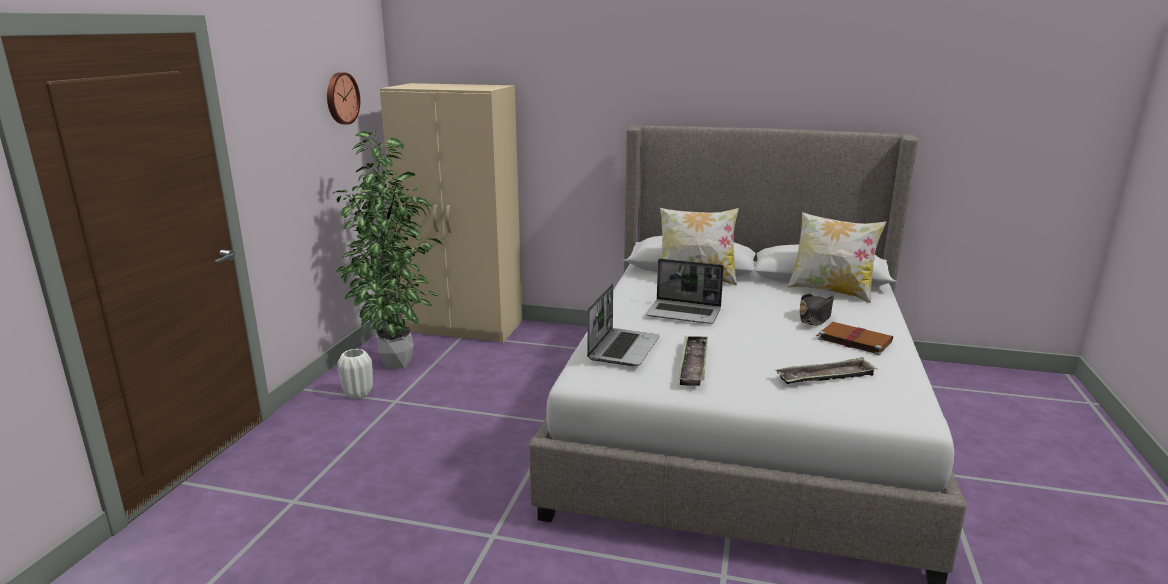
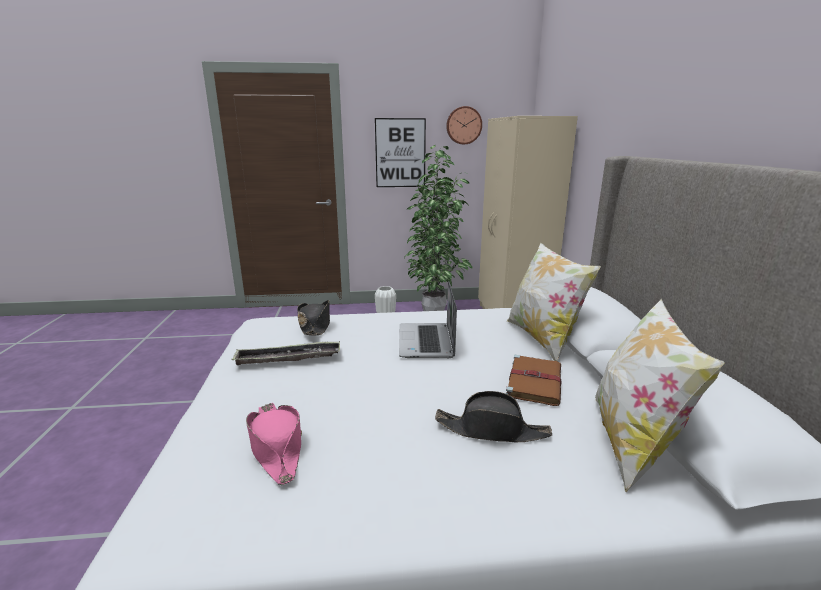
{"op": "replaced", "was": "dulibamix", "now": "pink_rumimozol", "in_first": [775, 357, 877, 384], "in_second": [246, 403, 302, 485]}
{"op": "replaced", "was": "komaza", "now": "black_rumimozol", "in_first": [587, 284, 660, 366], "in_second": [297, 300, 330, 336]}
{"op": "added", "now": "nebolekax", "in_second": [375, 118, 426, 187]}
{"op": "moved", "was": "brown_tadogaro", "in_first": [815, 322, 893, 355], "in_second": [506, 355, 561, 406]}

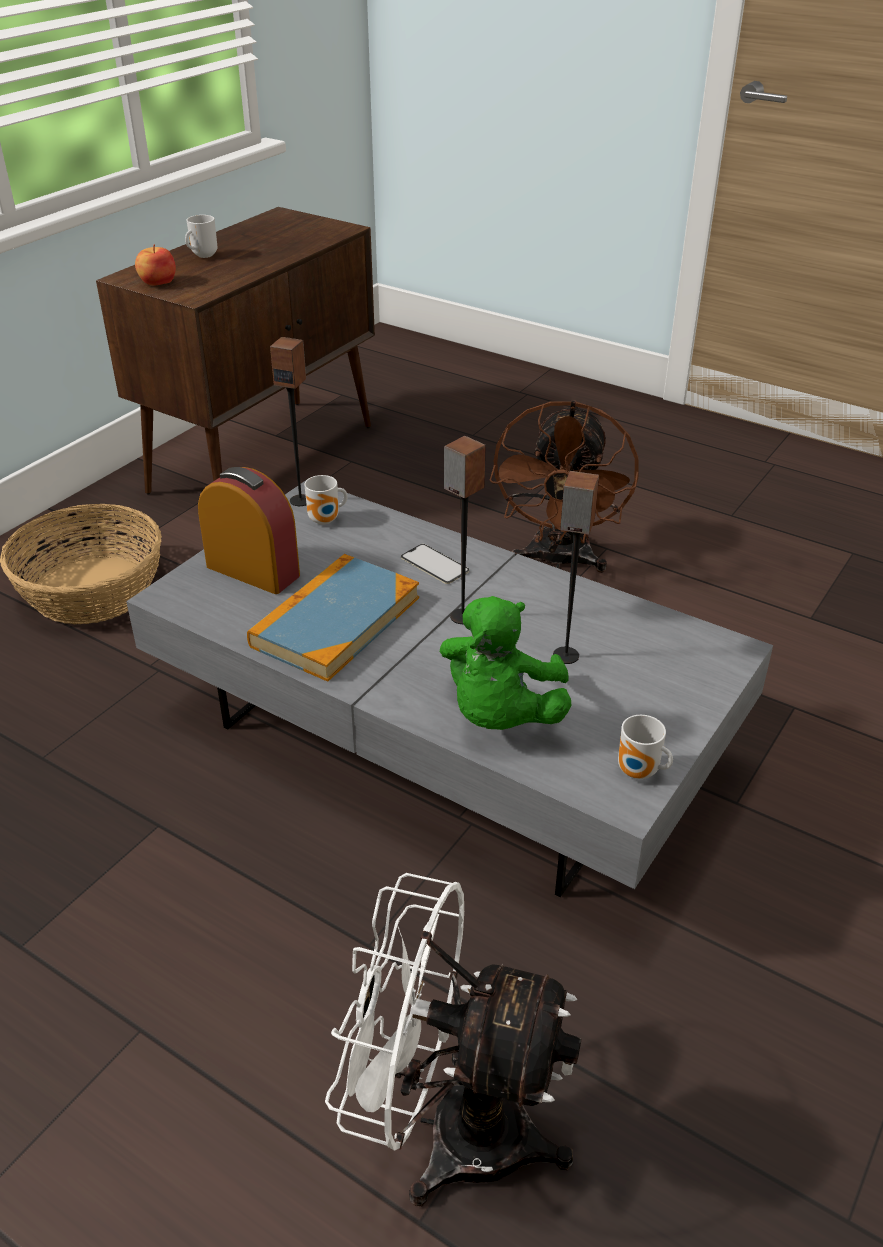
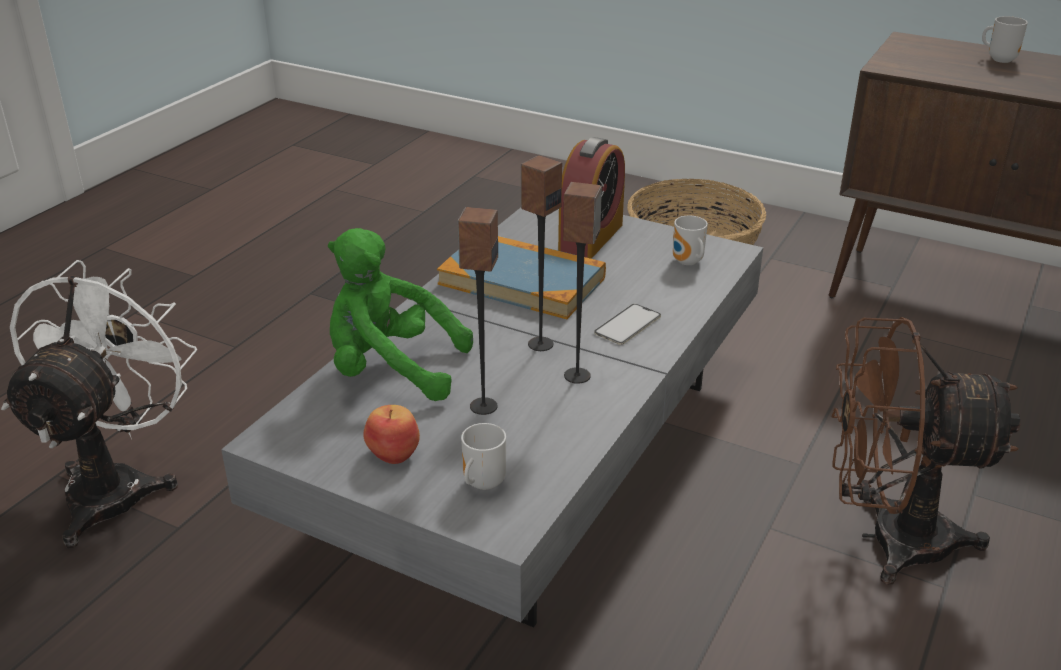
{"op": "moved", "was": "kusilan", "in_first": [135, 244, 176, 285], "in_second": [363, 405, 420, 464]}
{"op": "moved", "was": "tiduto", "in_first": [618, 715, 673, 779], "in_second": [461, 423, 506, 490]}
{"op": "moved", "was": "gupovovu", "in_first": [270, 337, 307, 506], "in_second": [563, 182, 602, 384]}

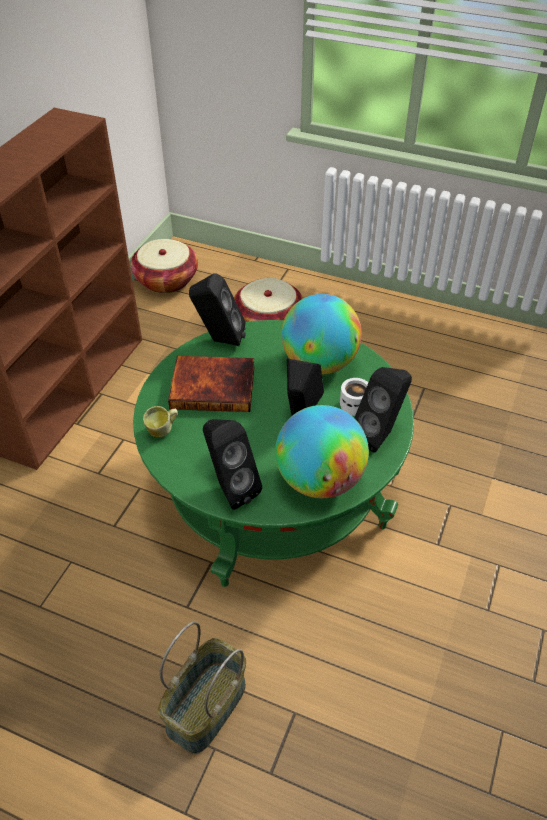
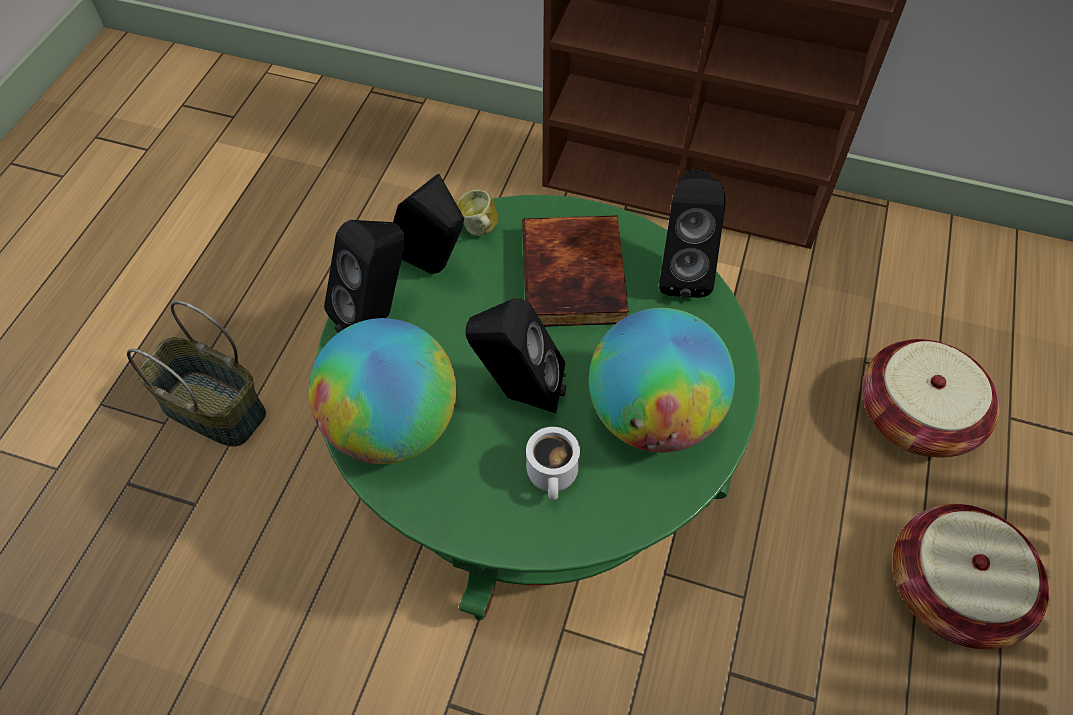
{"op": "moved", "was": "black_gupovovu", "in_first": [354, 367, 412, 453], "in_second": [393, 174, 464, 274]}
{"op": "moved", "was": "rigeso", "in_first": [130, 239, 198, 293], "in_second": [893, 504, 1049, 649]}

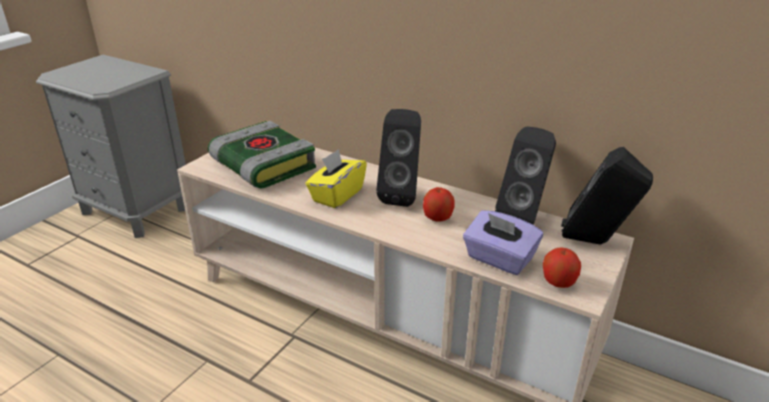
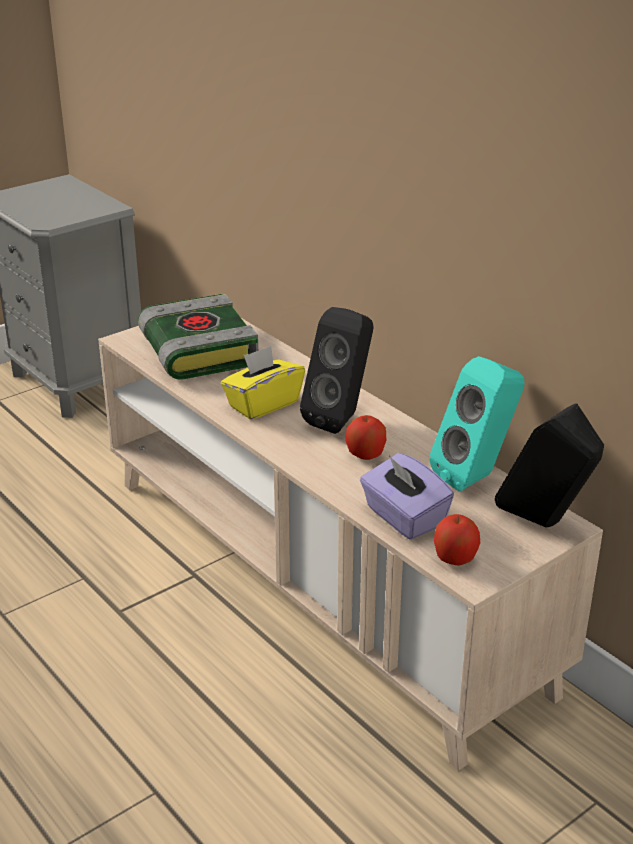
{"op": "recoloured", "was": "black_gupovovu", "now": "turquoise_gupovovu", "in_first": [495, 126, 556, 225], "in_second": [429, 356, 525, 492]}

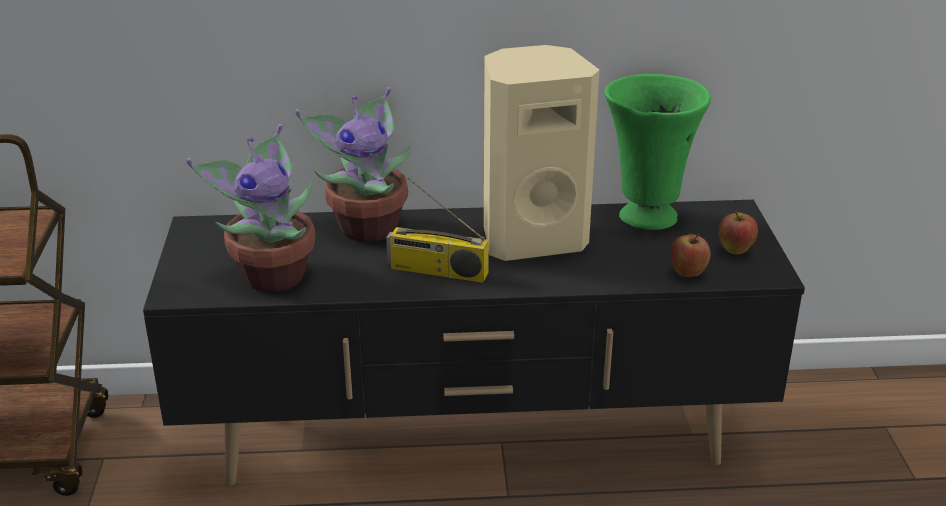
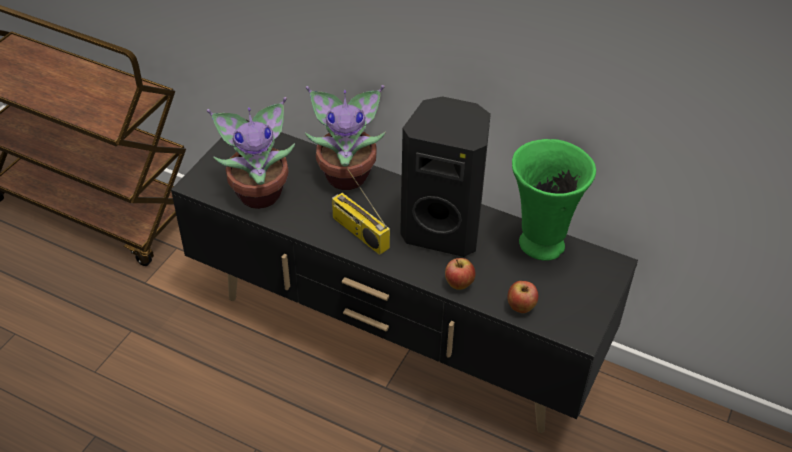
{"op": "recoloured", "was": "beige_gupovovu", "now": "black_gupovovu", "in_first": [484, 45, 600, 261], "in_second": [400, 96, 491, 257]}
{"op": "moved", "was": "kusilan", "in_first": [719, 211, 758, 255], "in_second": [445, 258, 476, 290]}

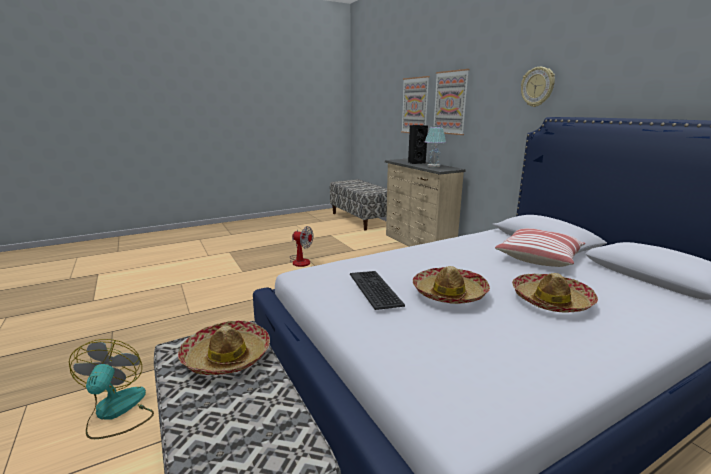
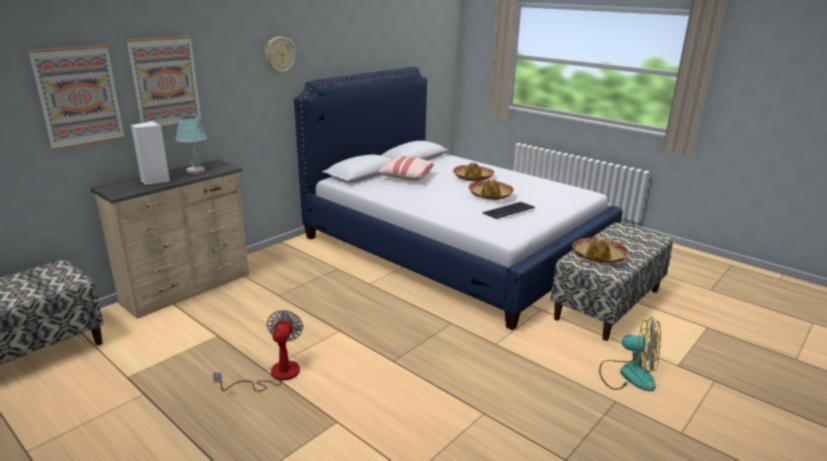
{"op": "recoloured", "was": "black_gupovovu", "now": "white_gupovovu", "in_first": [408, 125, 428, 164], "in_second": [131, 121, 170, 185]}
{"op": "turned", "was": "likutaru", "in_first": [69, 339, 154, 439], "in_second": [599, 317, 661, 391], "clockwise": -120}

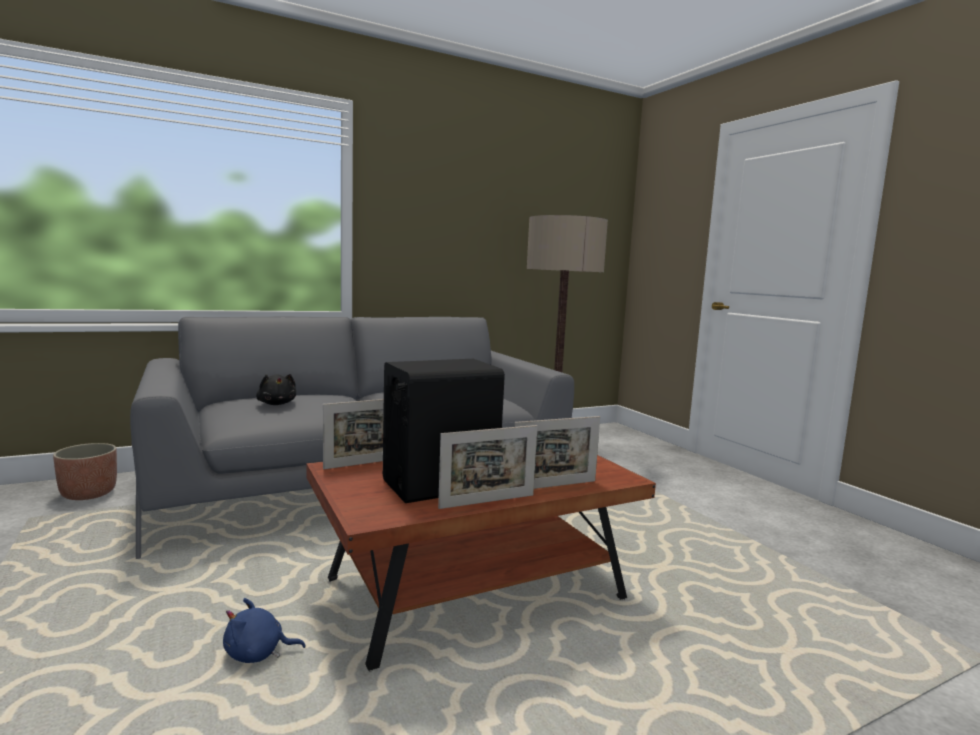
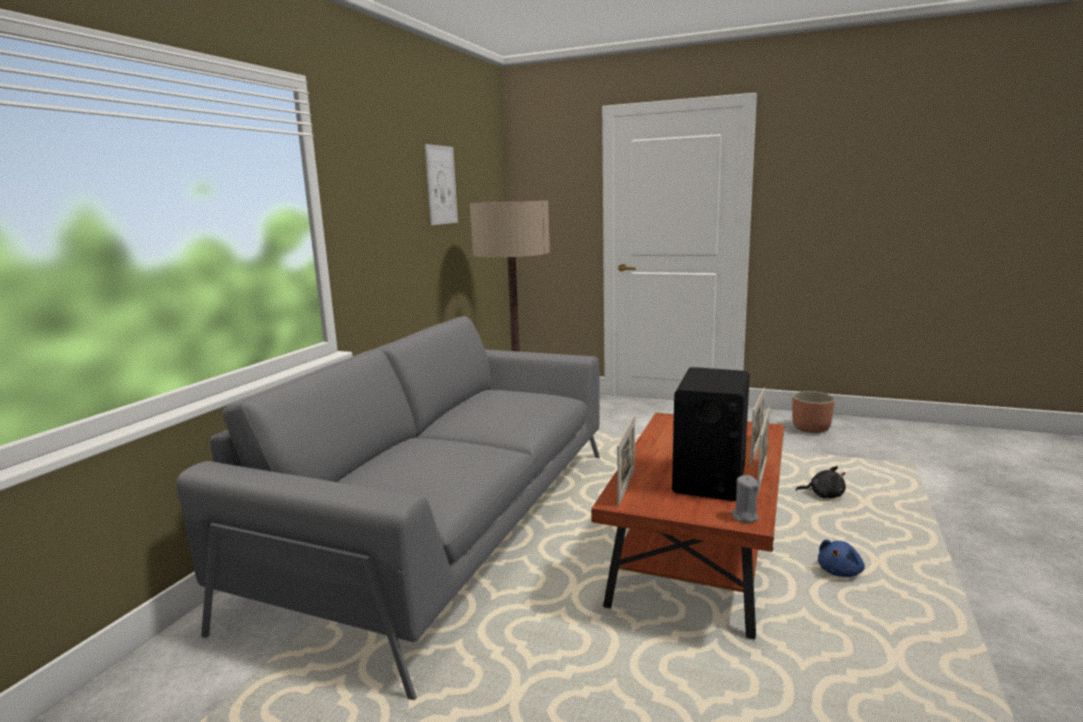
{"op": "added", "now": "nebolekax", "in_second": [425, 144, 458, 225]}
{"op": "added", "now": "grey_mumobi", "in_second": [731, 475, 759, 523]}
{"op": "moved", "was": "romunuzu", "in_first": [53, 443, 117, 500], "in_second": [792, 391, 835, 433]}
{"op": "moved", "was": "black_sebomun", "in_first": [256, 374, 296, 405], "in_second": [796, 466, 846, 498]}
{"op": "moved", "was": "blue_sebomun", "in_first": [223, 598, 306, 663], "in_second": [818, 539, 865, 577]}

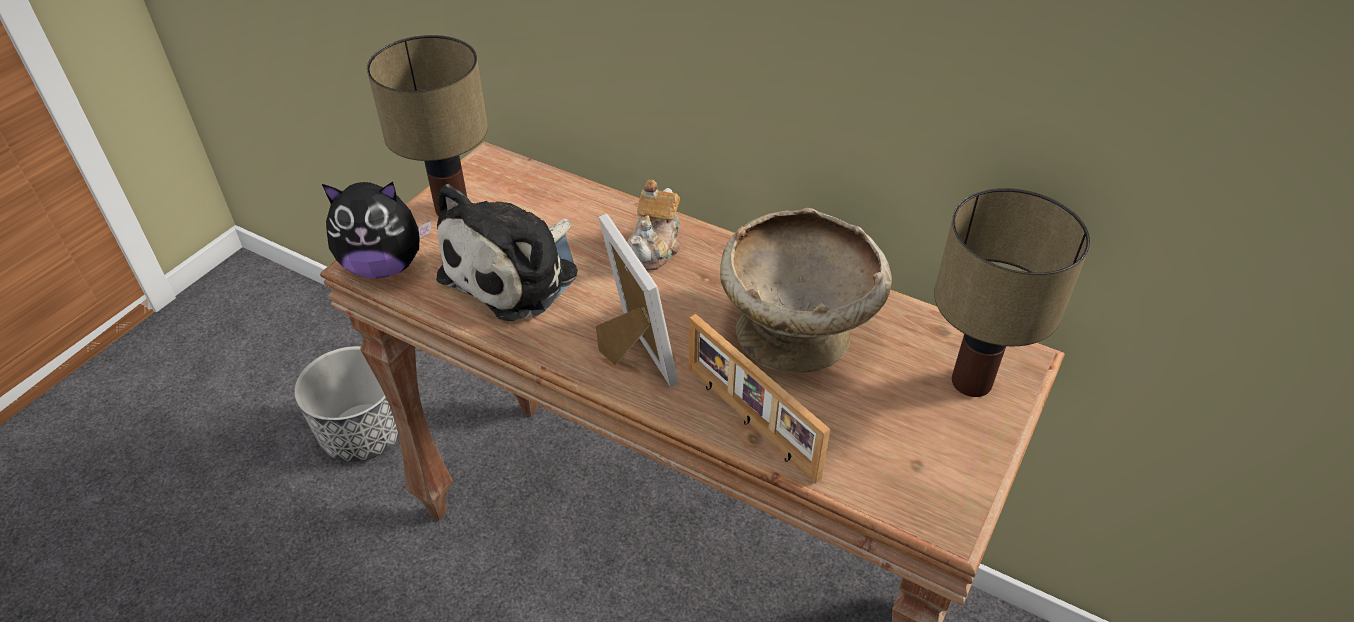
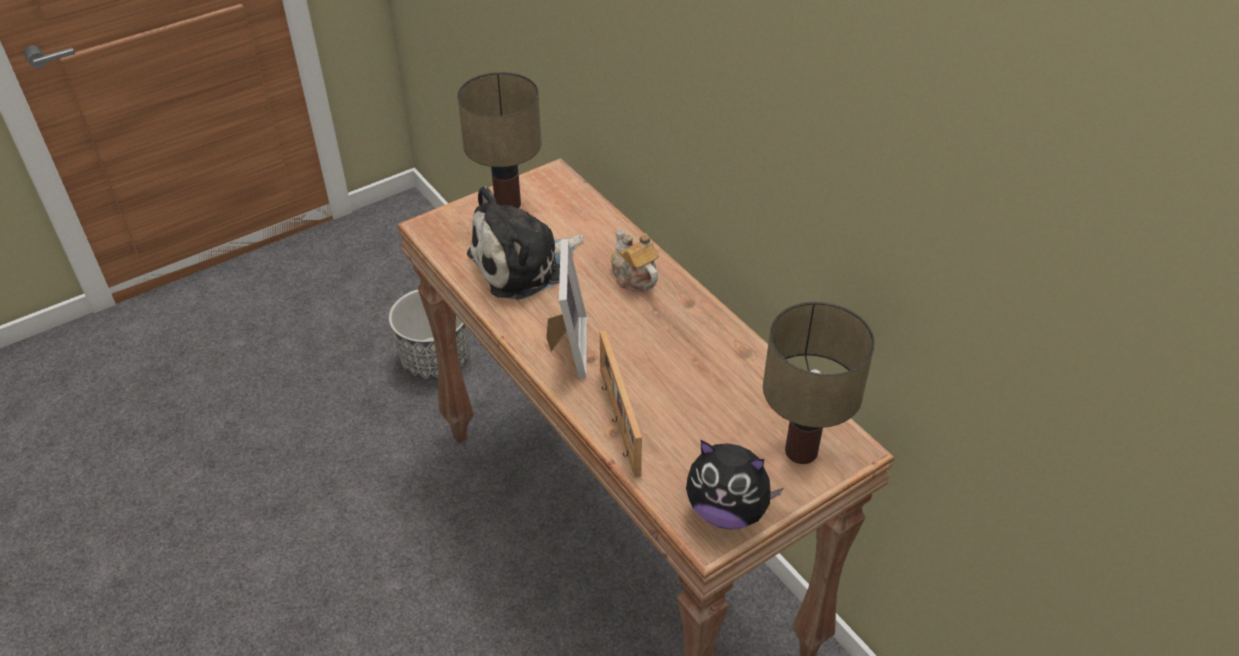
{"op": "turned", "was": "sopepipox", "in_first": [627, 180, 682, 271], "in_second": [611, 229, 659, 292], "clockwise": 105}
{"op": "moved", "was": "sebomun", "in_first": [322, 182, 431, 279], "in_second": [686, 440, 783, 530]}
{"op": "removed", "was": "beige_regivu", "in_first": [720, 208, 892, 373]}

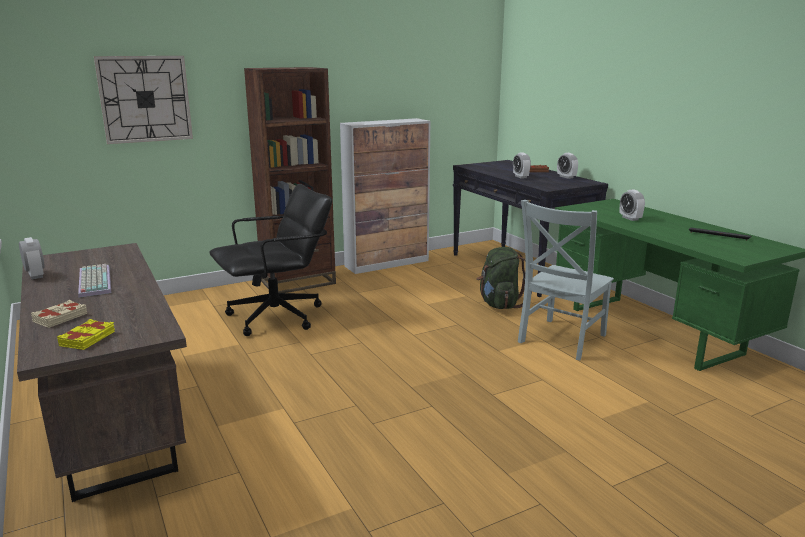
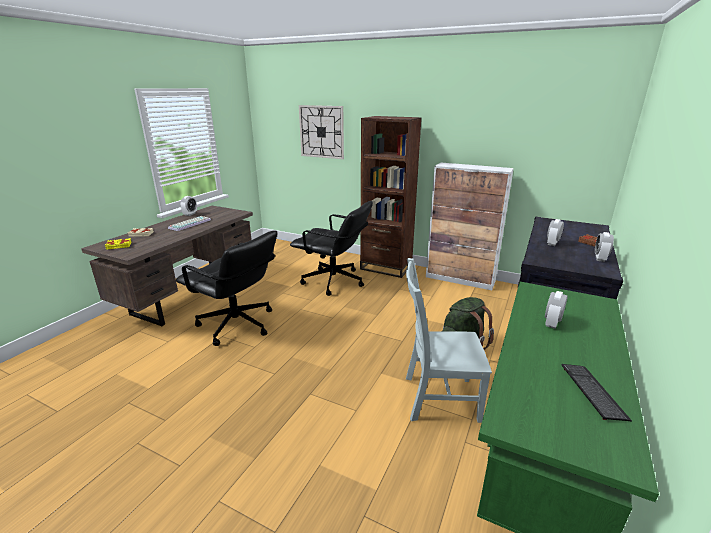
{"op": "added", "now": "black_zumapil", "in_second": [176, 230, 277, 346]}

